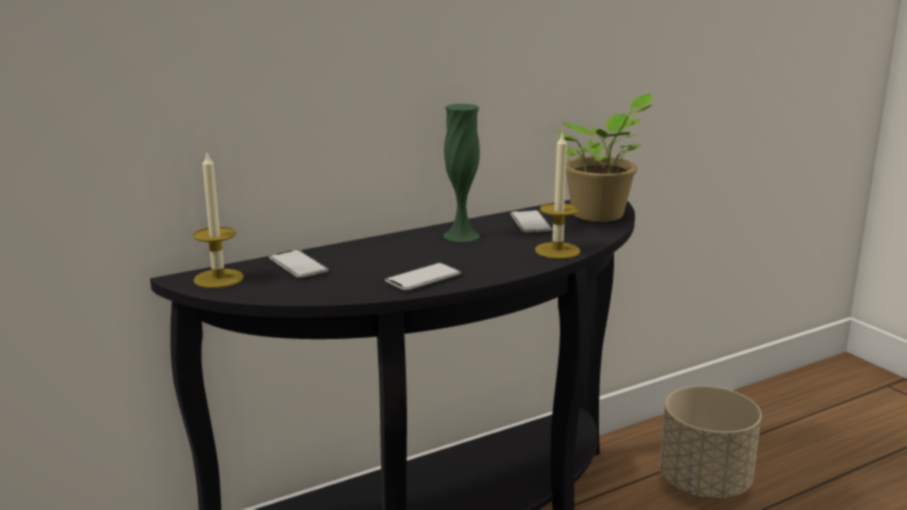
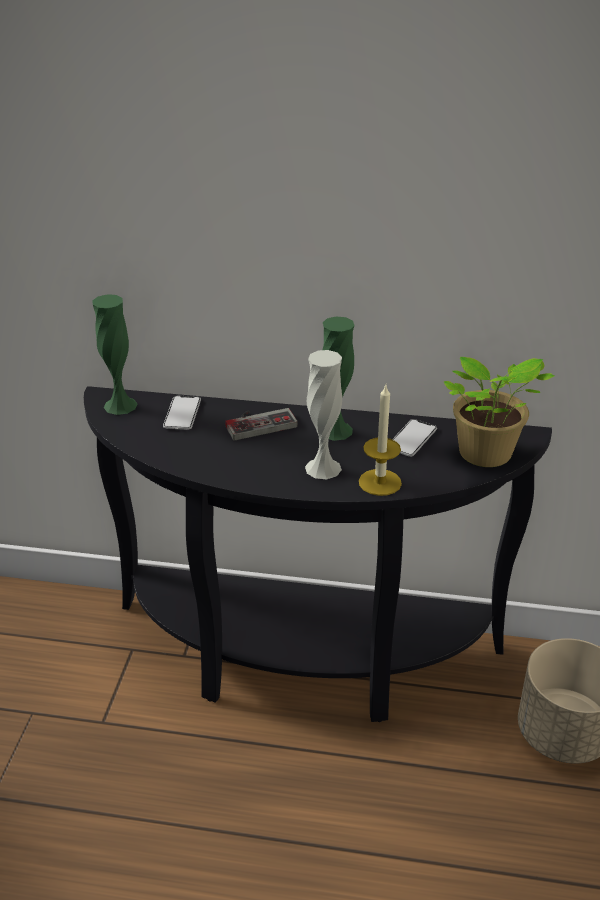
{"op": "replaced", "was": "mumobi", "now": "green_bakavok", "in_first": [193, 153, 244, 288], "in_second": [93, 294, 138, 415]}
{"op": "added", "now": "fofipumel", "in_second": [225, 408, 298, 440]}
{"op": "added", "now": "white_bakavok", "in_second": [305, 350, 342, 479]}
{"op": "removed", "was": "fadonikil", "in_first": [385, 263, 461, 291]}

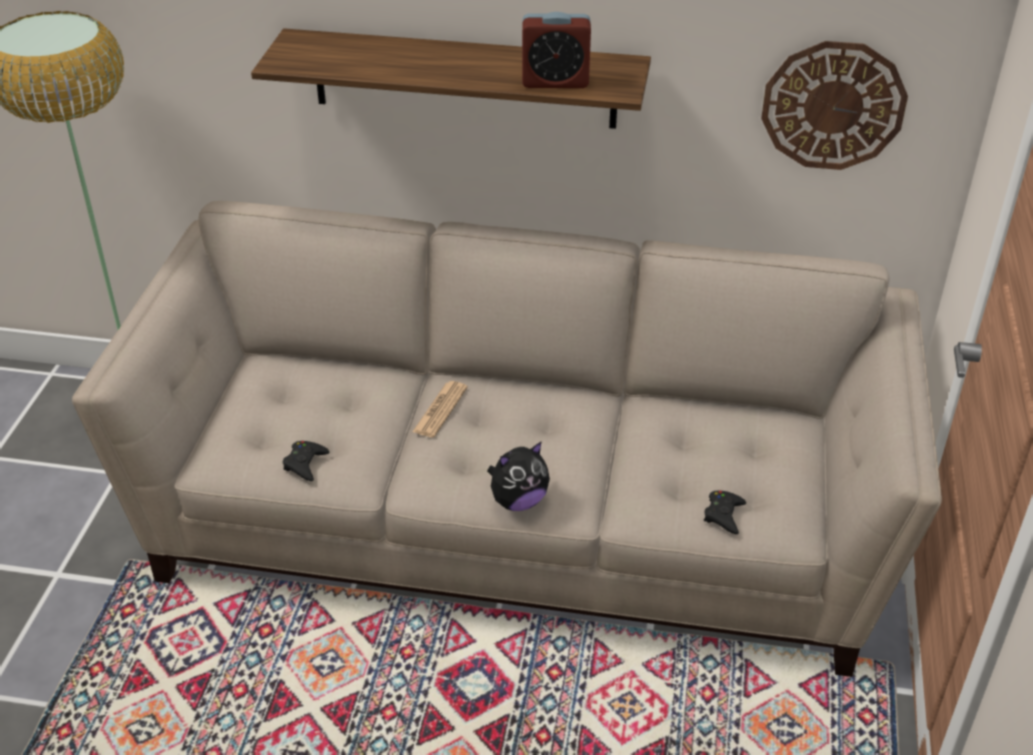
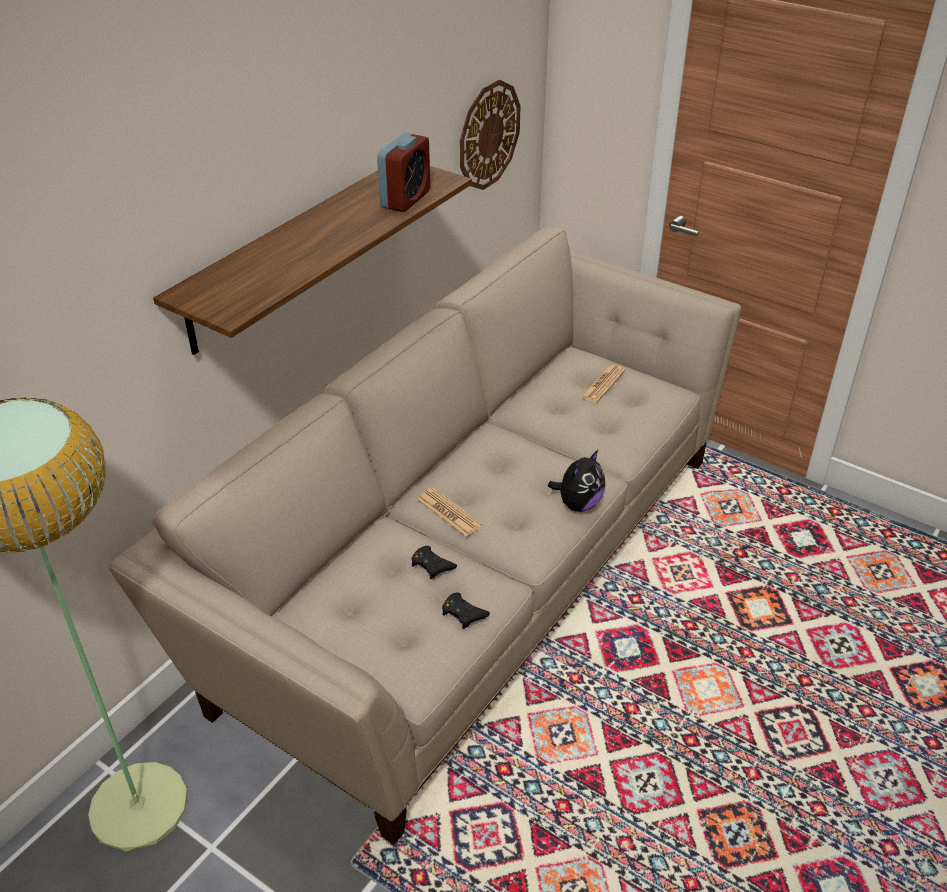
{"op": "moved", "was": "black_fofipumel", "in_first": [704, 491, 746, 534], "in_second": [411, 546, 457, 579]}
{"op": "turned", "was": "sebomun", "in_first": [487, 441, 550, 511], "in_second": [548, 450, 605, 512], "clockwise": 45}
{"op": "added", "now": "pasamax", "in_second": [581, 365, 625, 403]}

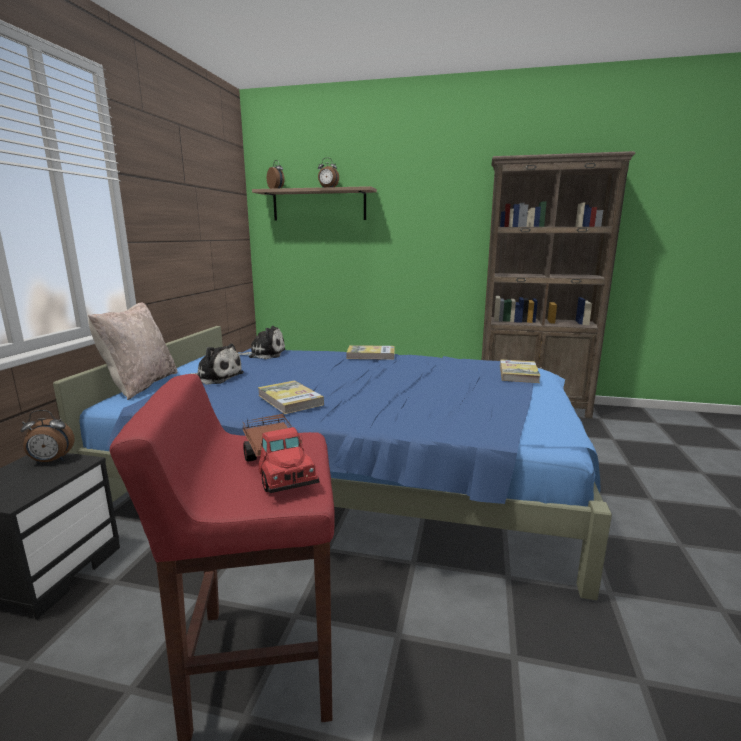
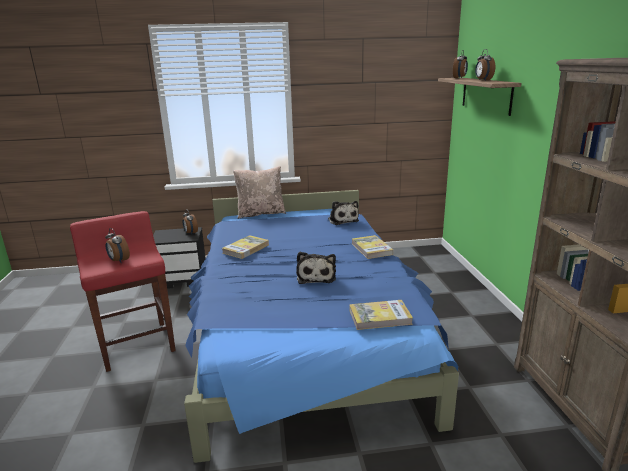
{"op": "replaced", "was": "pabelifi", "now": "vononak", "in_first": [242, 414, 320, 493], "in_second": [105, 228, 130, 263]}
{"op": "moved", "was": "sebomun", "in_first": [190, 343, 244, 384], "in_second": [296, 252, 336, 284]}

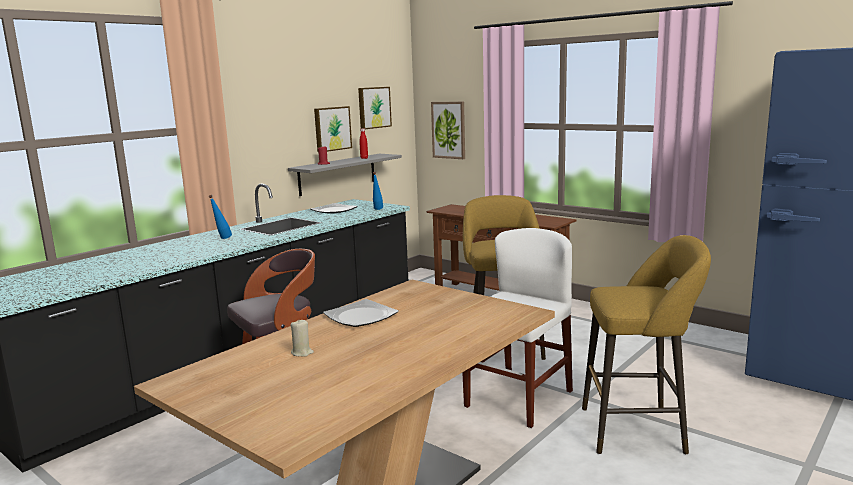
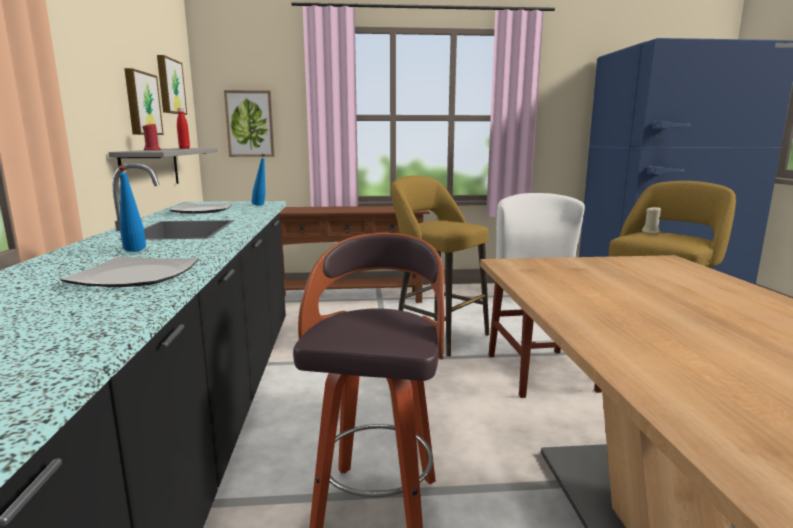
{"op": "moved", "was": "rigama", "in_first": [323, 299, 399, 327], "in_second": [60, 256, 199, 287]}
{"op": "moved", "was": "beige_mumobi", "in_first": [291, 320, 314, 357], "in_second": [642, 207, 661, 233]}

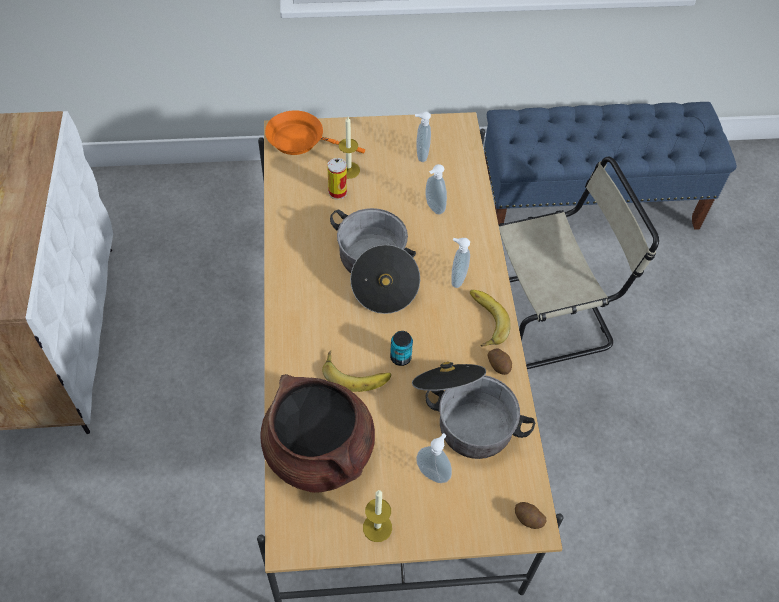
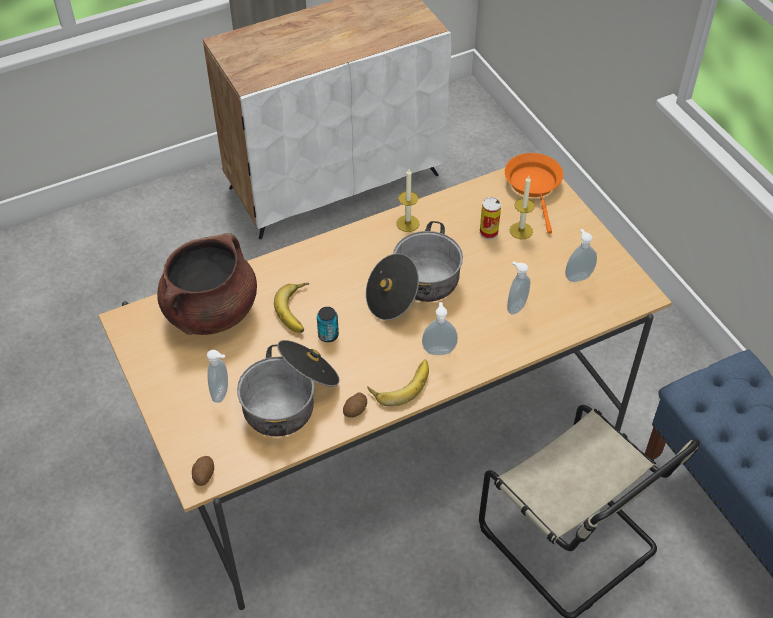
{"op": "moved", "was": "mumobi", "in_first": [363, 490, 392, 542], "in_second": [396, 169, 419, 232]}

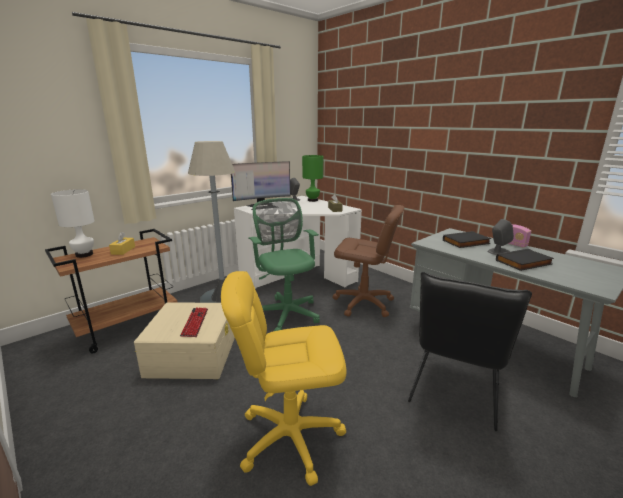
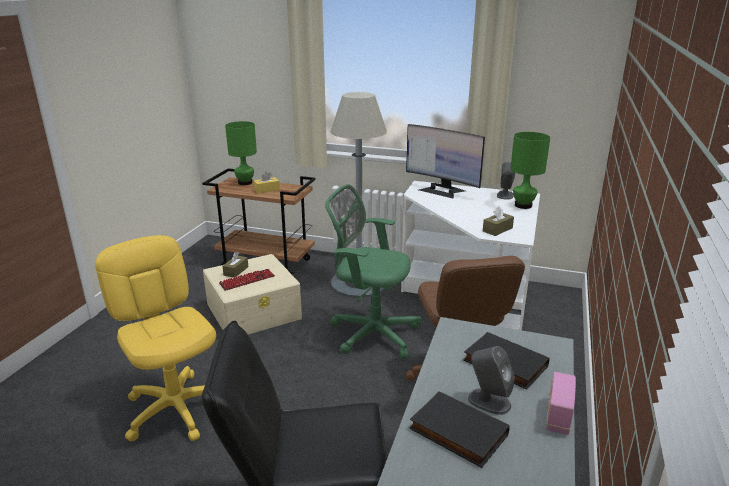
{"op": "added", "now": "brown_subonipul", "in_second": [222, 252, 248, 278]}
{"op": "recoloured", "was": "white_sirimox", "now": "green_sirimox", "in_first": [51, 189, 95, 258], "in_second": [225, 121, 257, 185]}
{"op": "turned", "was": "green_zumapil", "in_first": [248, 198, 320, 331], "in_second": [325, 184, 421, 359], "clockwise": -105}

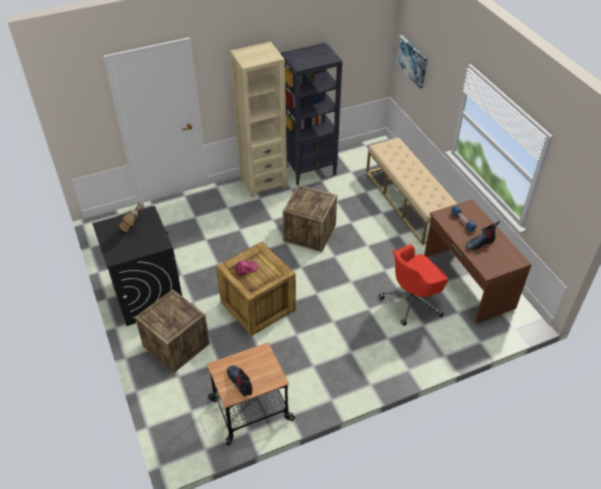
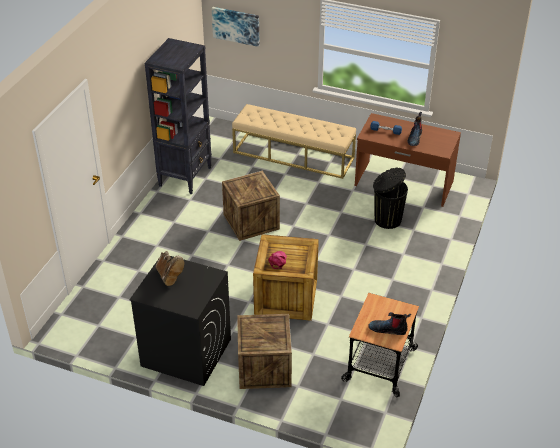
{"op": "replaced", "was": "red_zumapil", "now": "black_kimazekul", "in_first": [378, 244, 448, 326], "in_second": [373, 167, 408, 229]}
{"op": "removed", "was": "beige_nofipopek", "in_first": [230, 42, 287, 198]}

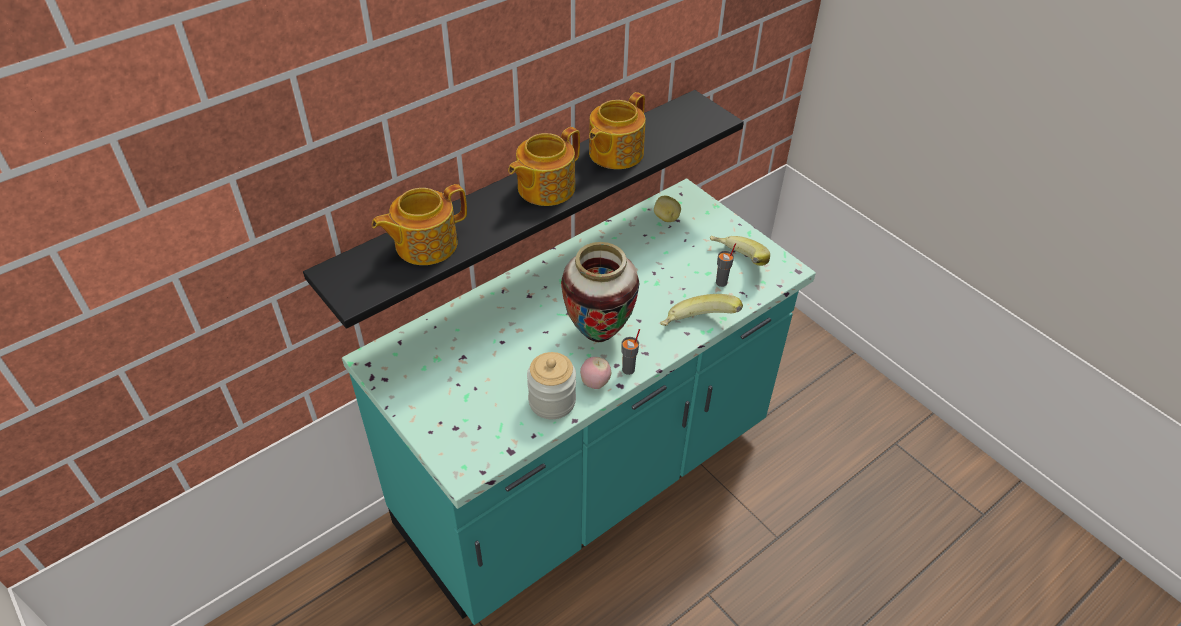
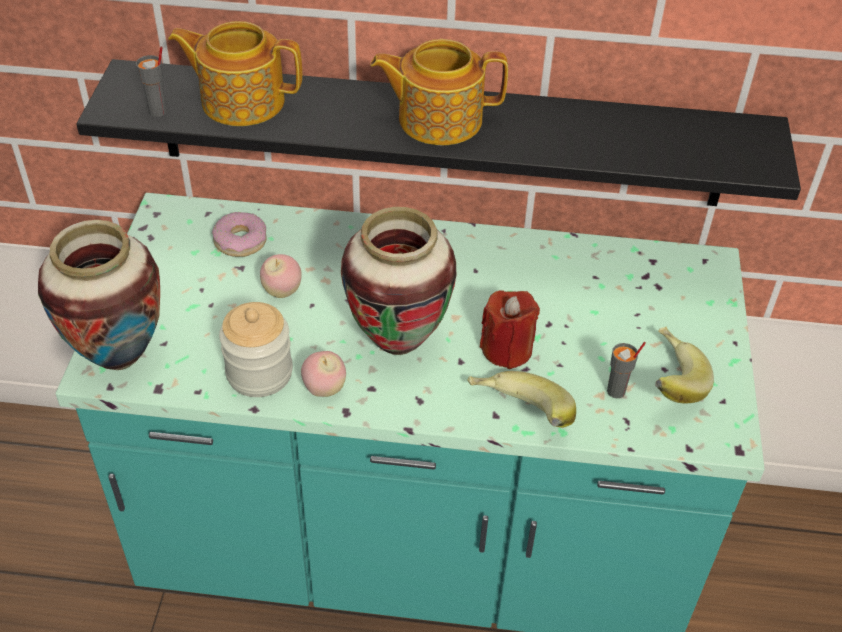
{"op": "added", "now": "bakavok", "in_second": [38, 220, 160, 370]}
{"op": "moved", "was": "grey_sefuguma", "in_first": [622, 329, 640, 375], "in_second": [136, 46, 167, 117]}
{"op": "added", "now": "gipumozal", "in_second": [212, 212, 267, 257]}
{"op": "added", "now": "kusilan", "in_second": [260, 254, 302, 298]}
{"op": "added", "now": "red_mumobi", "in_second": [480, 290, 540, 369]}
{"op": "removed", "was": "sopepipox", "in_first": [589, 92, 646, 169]}
{"op": "removed", "was": "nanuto", "in_first": [654, 195, 681, 222]}

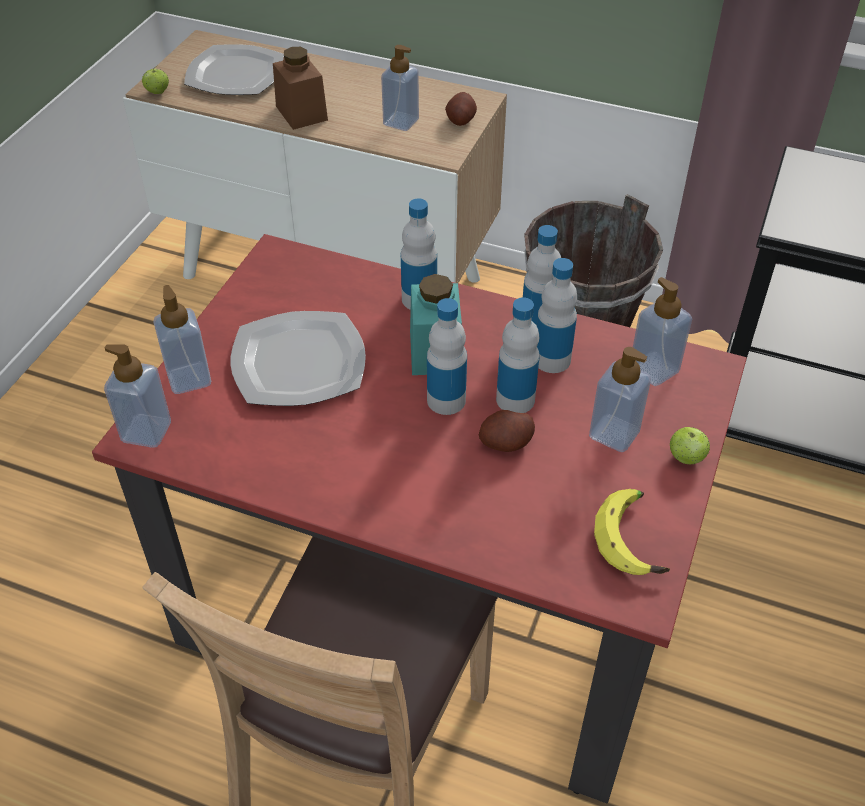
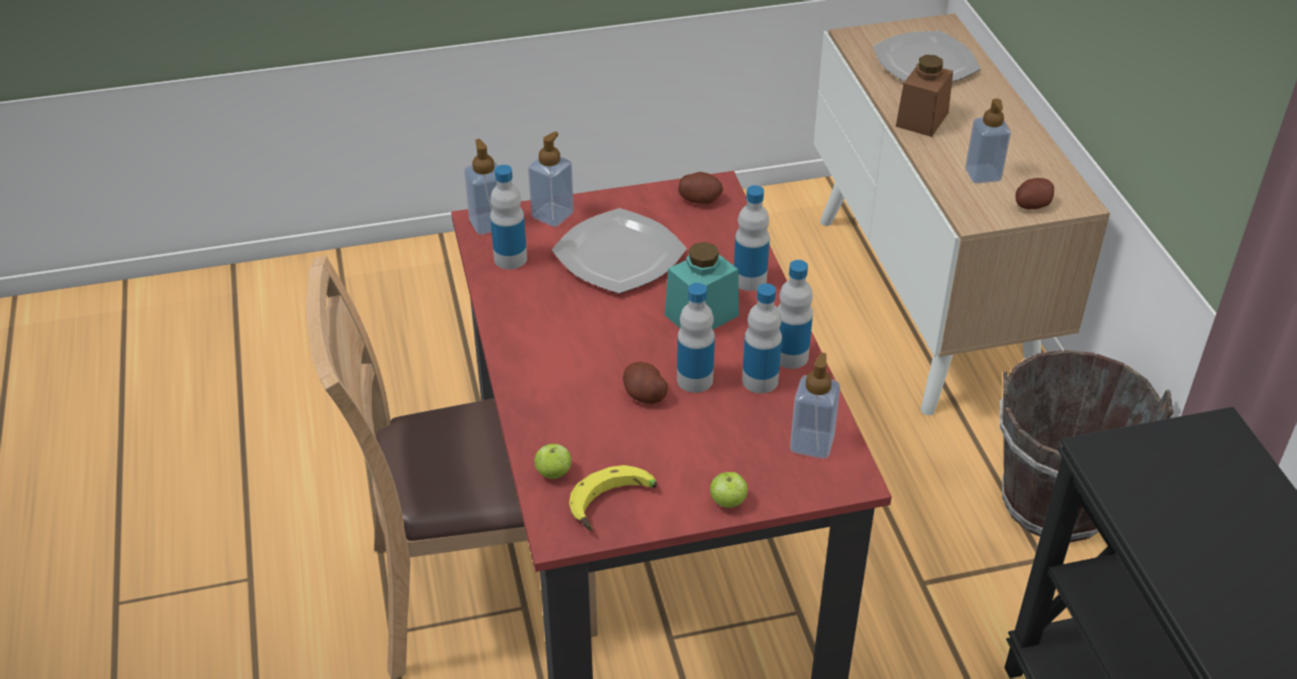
{"op": "moved", "was": "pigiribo", "in_first": [427, 298, 467, 415], "in_second": [490, 165, 527, 269]}
{"op": "moved", "was": "kusilan", "in_first": [142, 66, 169, 94], "in_second": [534, 444, 572, 479]}
{"op": "added", "now": "nanuto", "in_second": [678, 172, 723, 204]}
{"op": "removed", "was": "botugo", "in_first": [589, 347, 651, 452]}

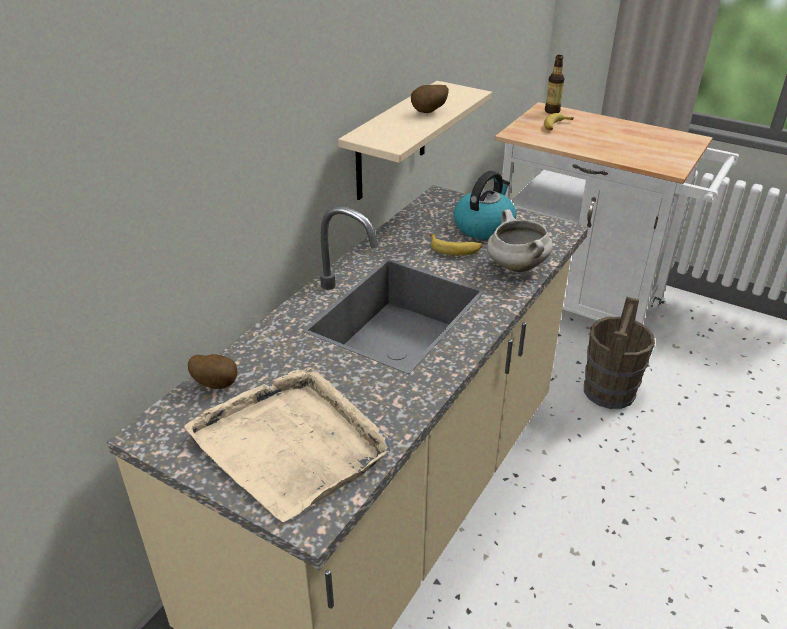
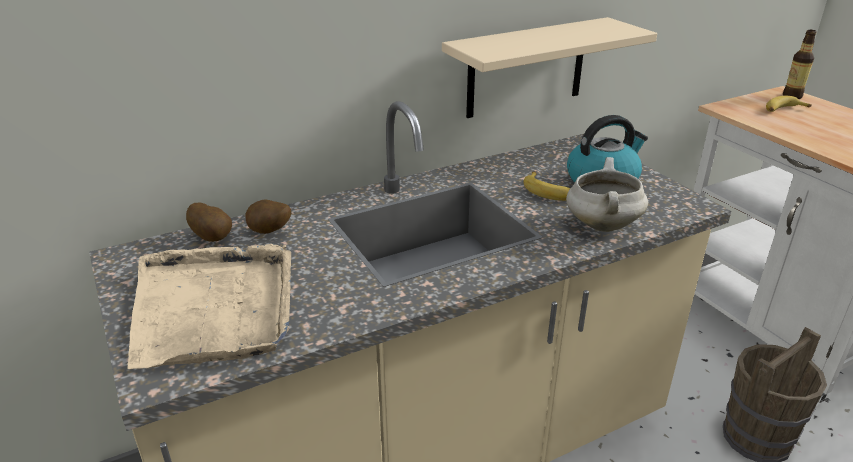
{"op": "moved", "was": "nanuto", "in_first": [411, 85, 449, 113], "in_second": [245, 200, 291, 234]}

